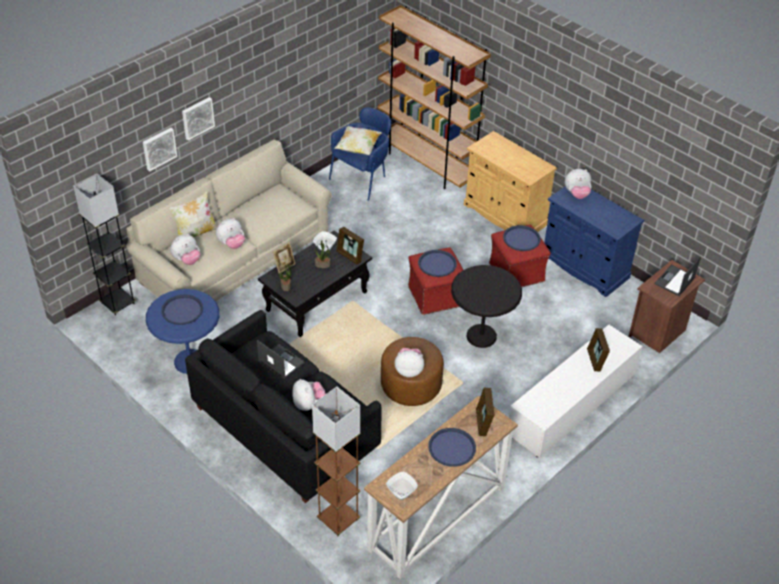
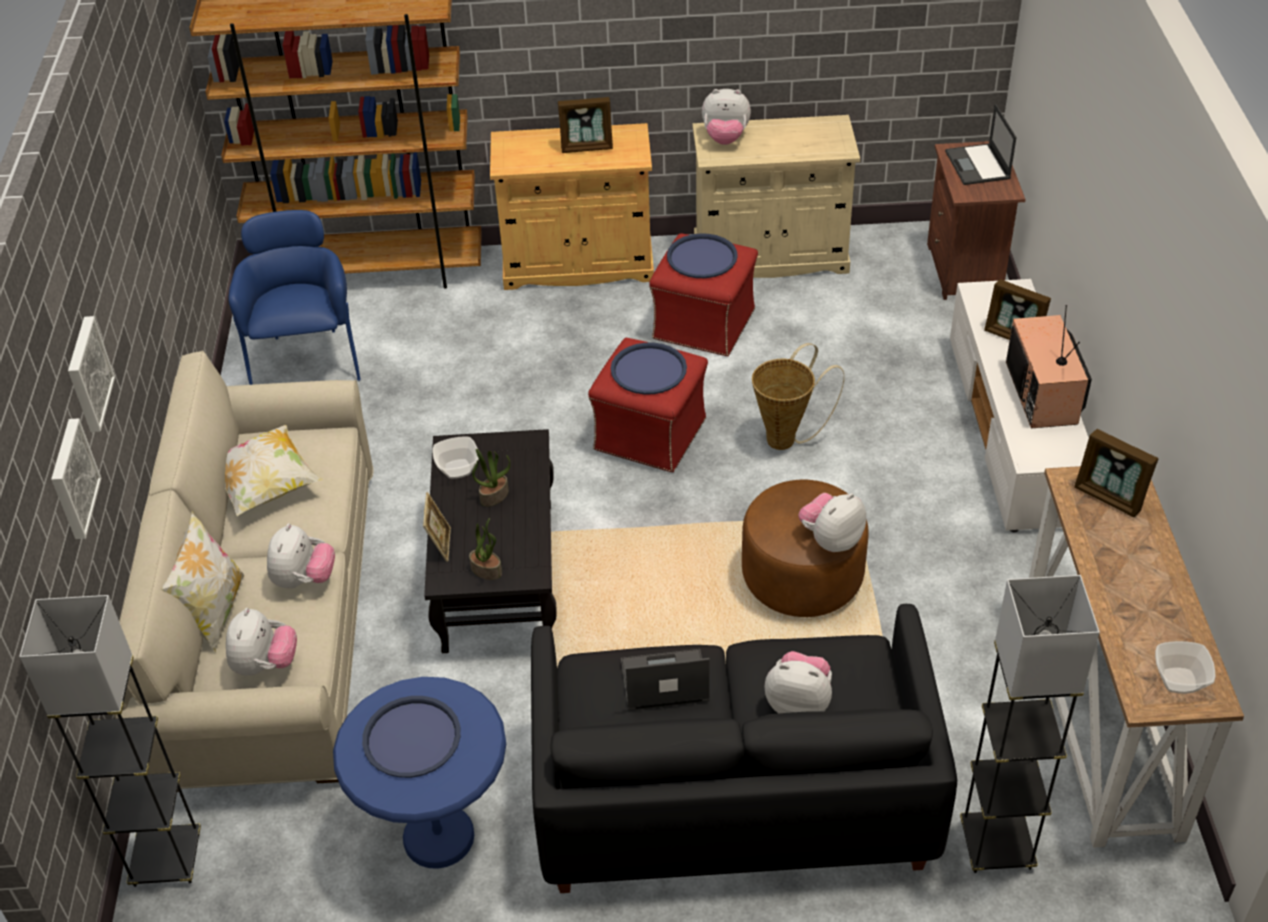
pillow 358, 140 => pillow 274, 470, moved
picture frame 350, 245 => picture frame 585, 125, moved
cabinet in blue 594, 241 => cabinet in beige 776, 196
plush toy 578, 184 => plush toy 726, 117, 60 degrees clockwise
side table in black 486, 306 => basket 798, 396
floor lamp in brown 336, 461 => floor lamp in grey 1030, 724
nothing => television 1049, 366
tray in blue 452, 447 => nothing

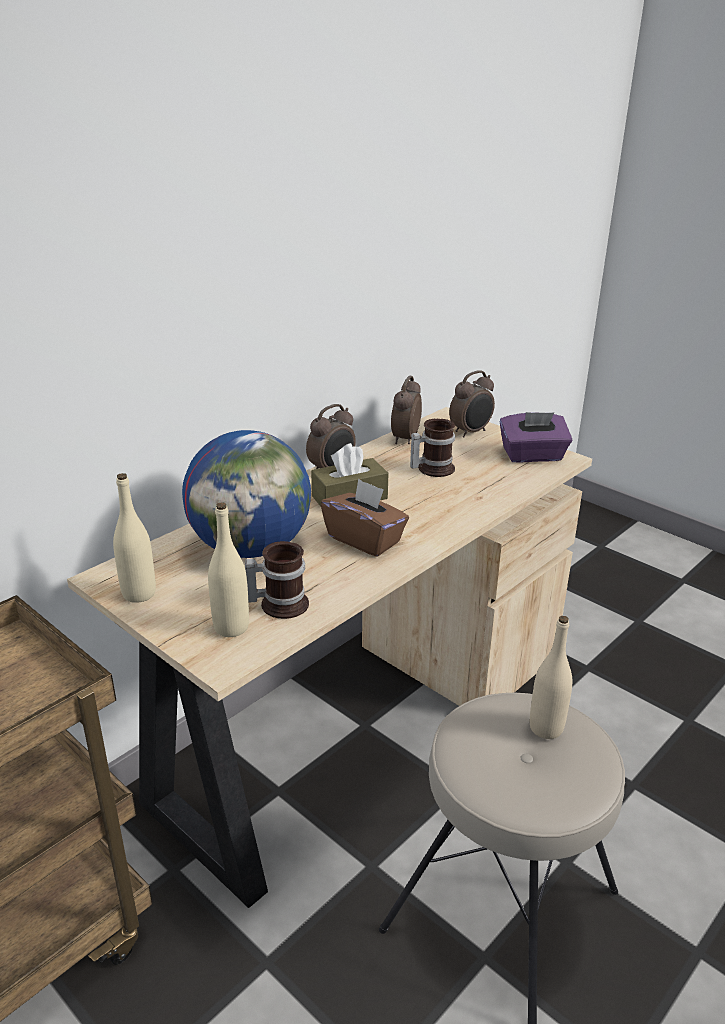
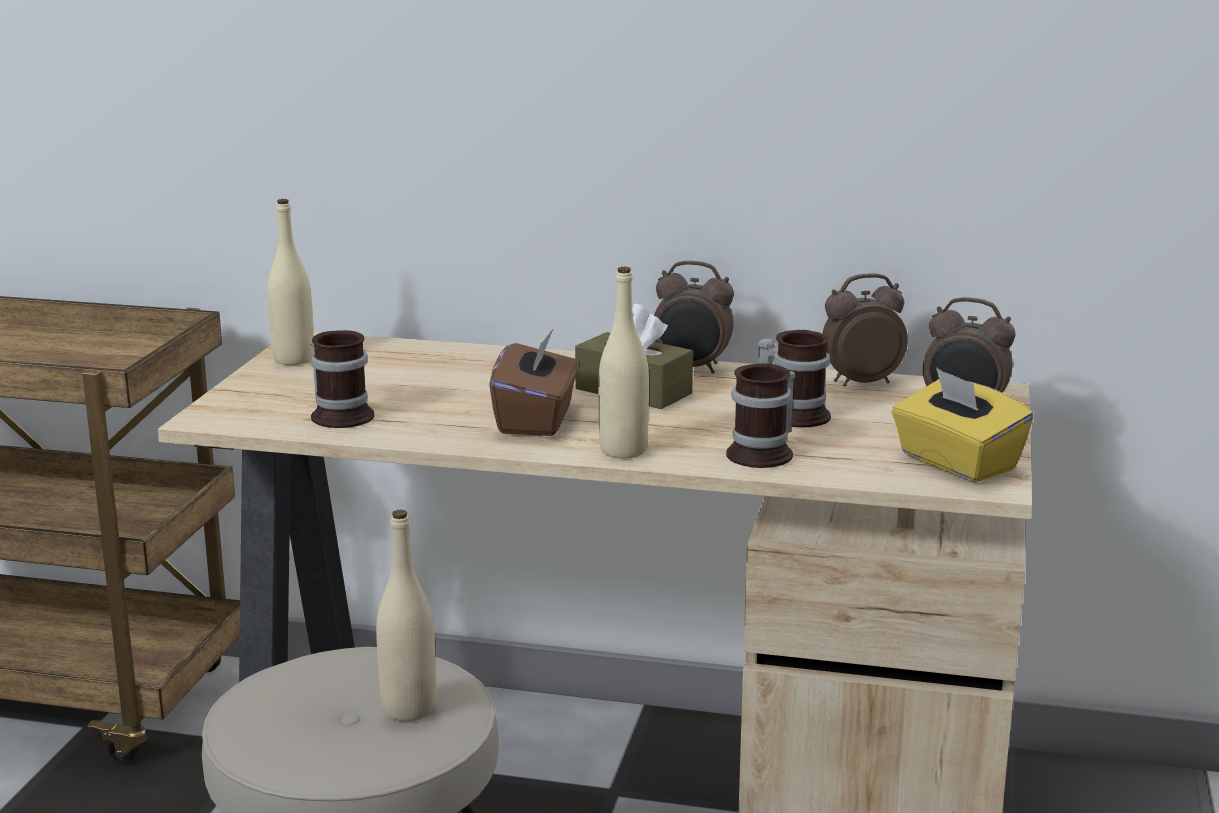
bottle in beige 228, 569 => bottle in beige 623, 363, moved
nothing => mug 760, 415
tissue box in purple 536, 437 => tissue box in yellow 962, 425
globe 246, 494 => nothing

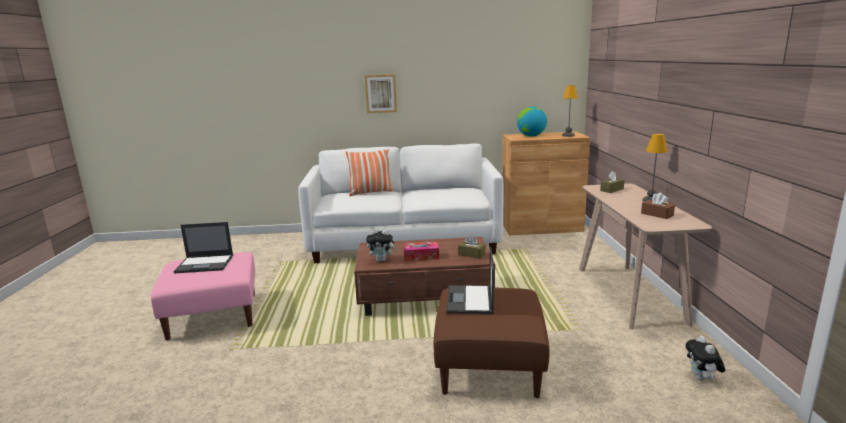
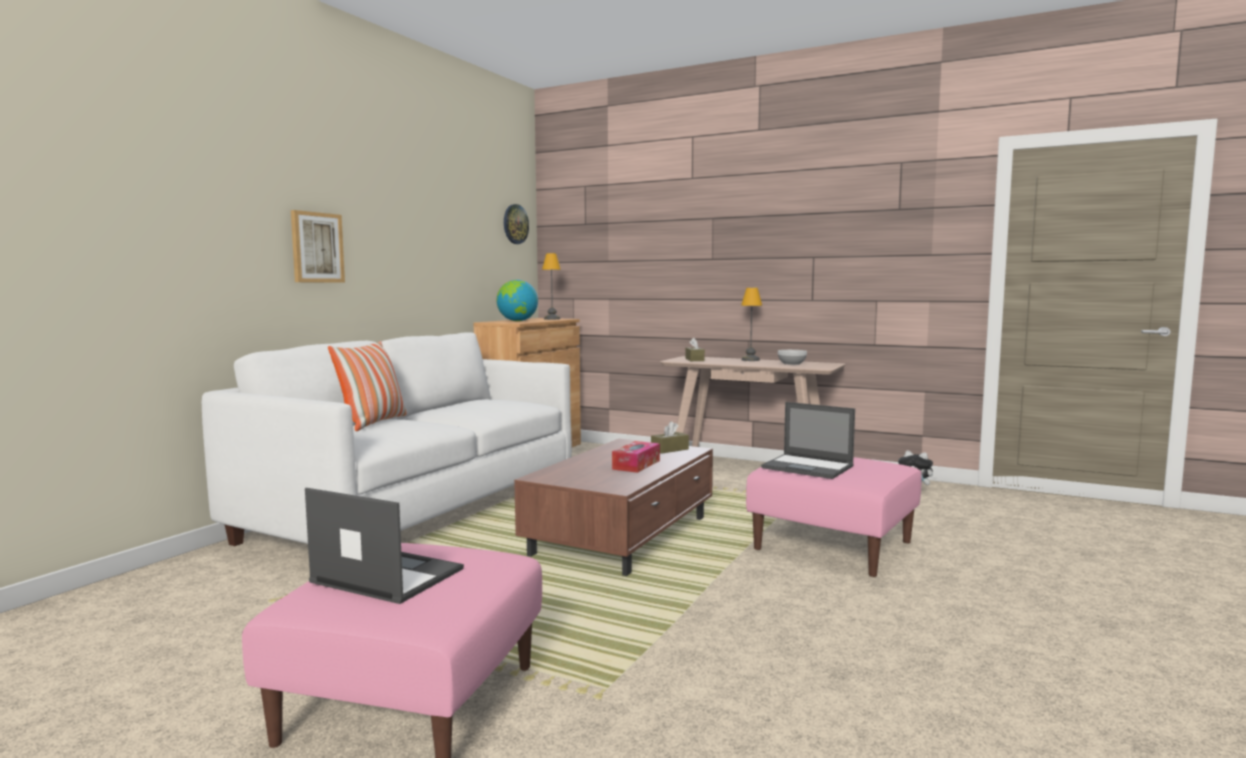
laptop 203, 247 => laptop 384, 546, 90 degrees counterclockwise
nothing => wall clock 516, 224
ottoman in brown 491, 343 => ottoman in pink 834, 517
tissue box in brown 658, 205 => bowl 792, 357
plush toy 381, 245 => nothing

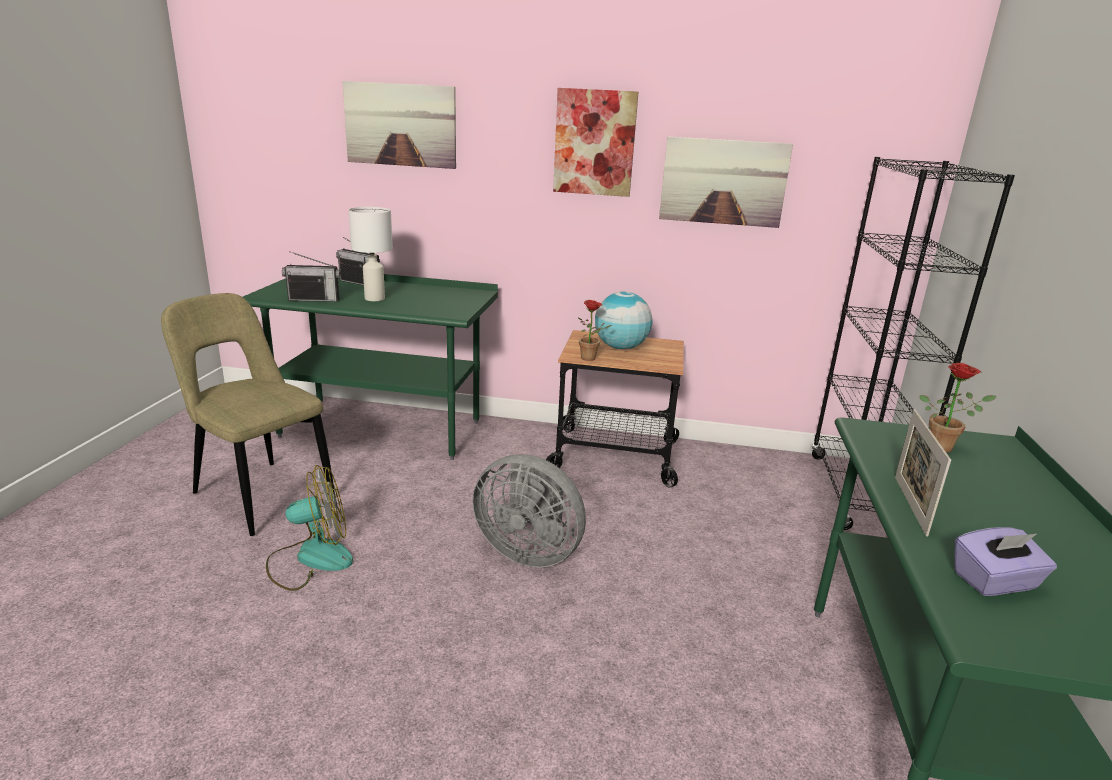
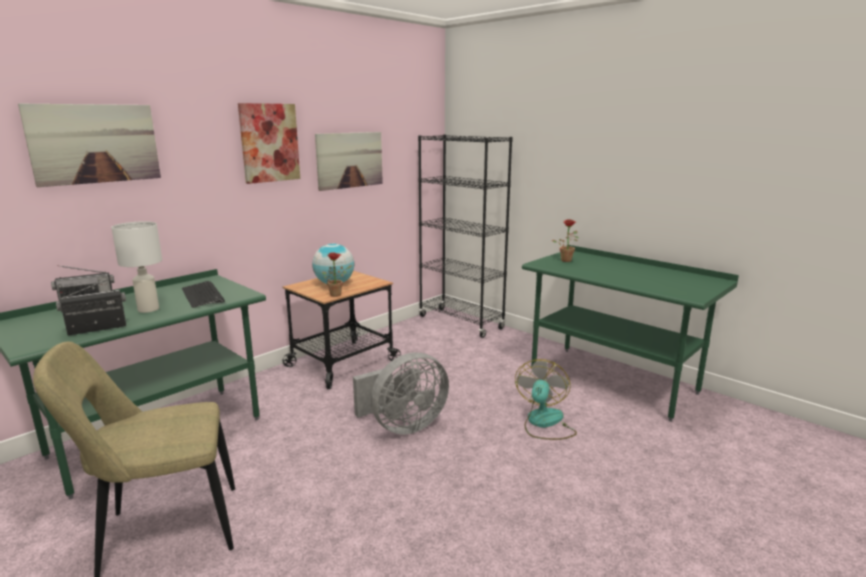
radio 311, 277 => radio 91, 306, 150 degrees counterclockwise
nothing => keyboard 203, 294
fan 309, 528 => fan 546, 399, moved
picture frame 923, 473 => nothing
tissue box in purple 1005, 561 => nothing

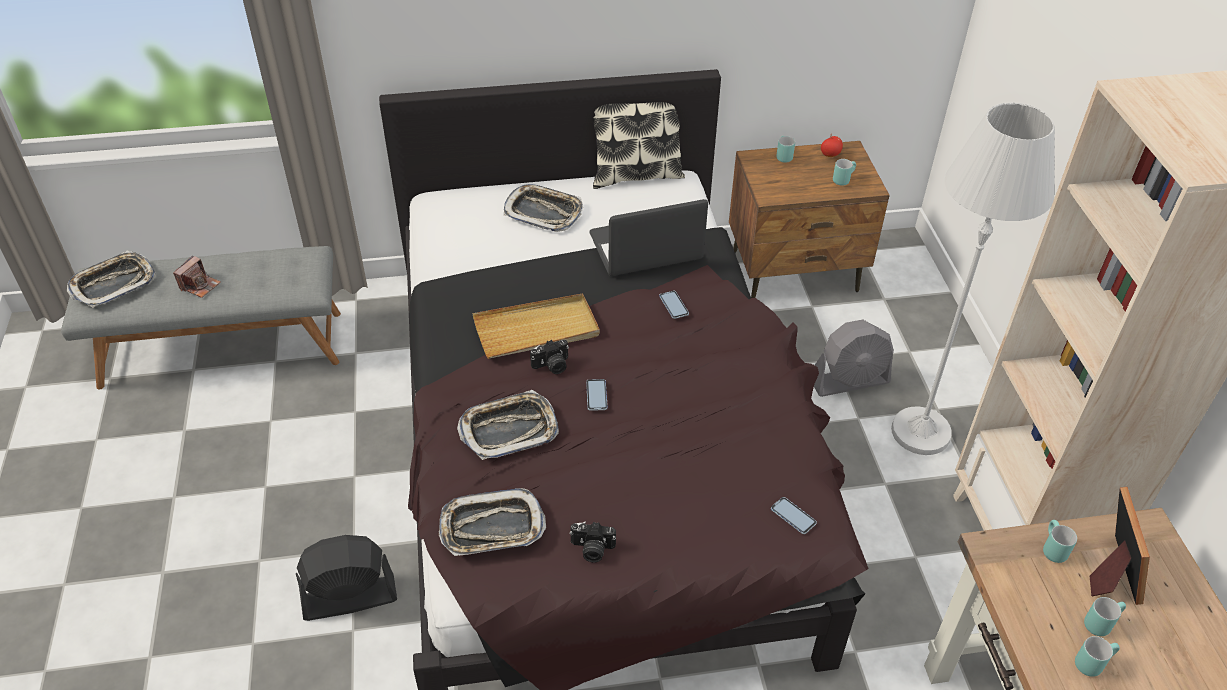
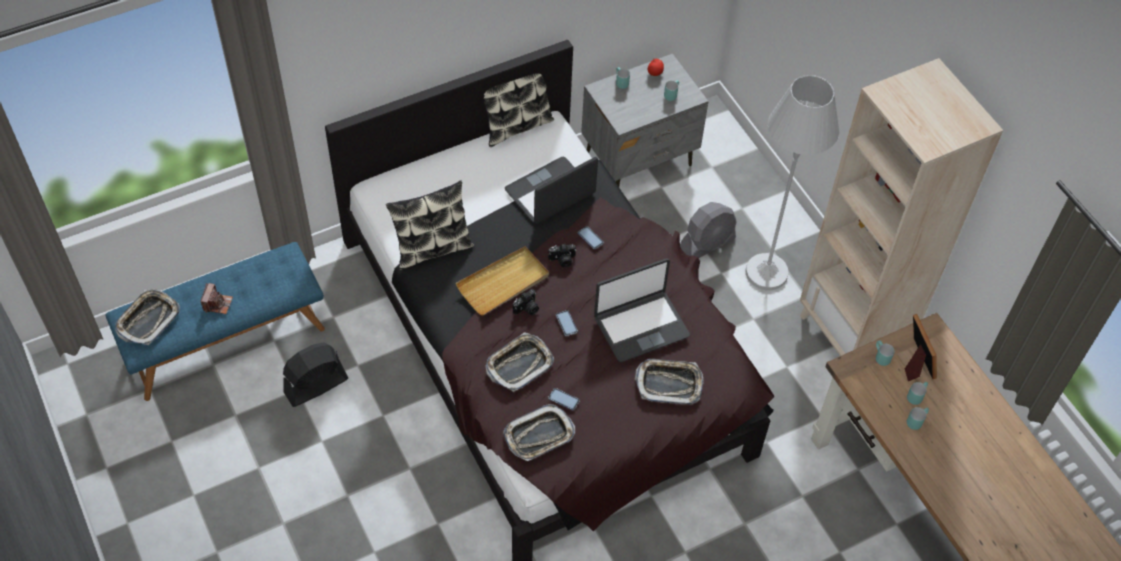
bench in grey 201, 318 => bench in blue 215, 321
fan in black 346, 578 => fan in black 315, 374, moved
nothing => pillow 430, 225
photo camera 592, 542 => photo camera 562, 256, moved
phone 794, 515 => phone 564, 399, moved
nightstand in brown 809, 219 => nightstand in grey 645, 119
nothing => laptop 642, 310
tray 543, 208 => tray 669, 382, moved

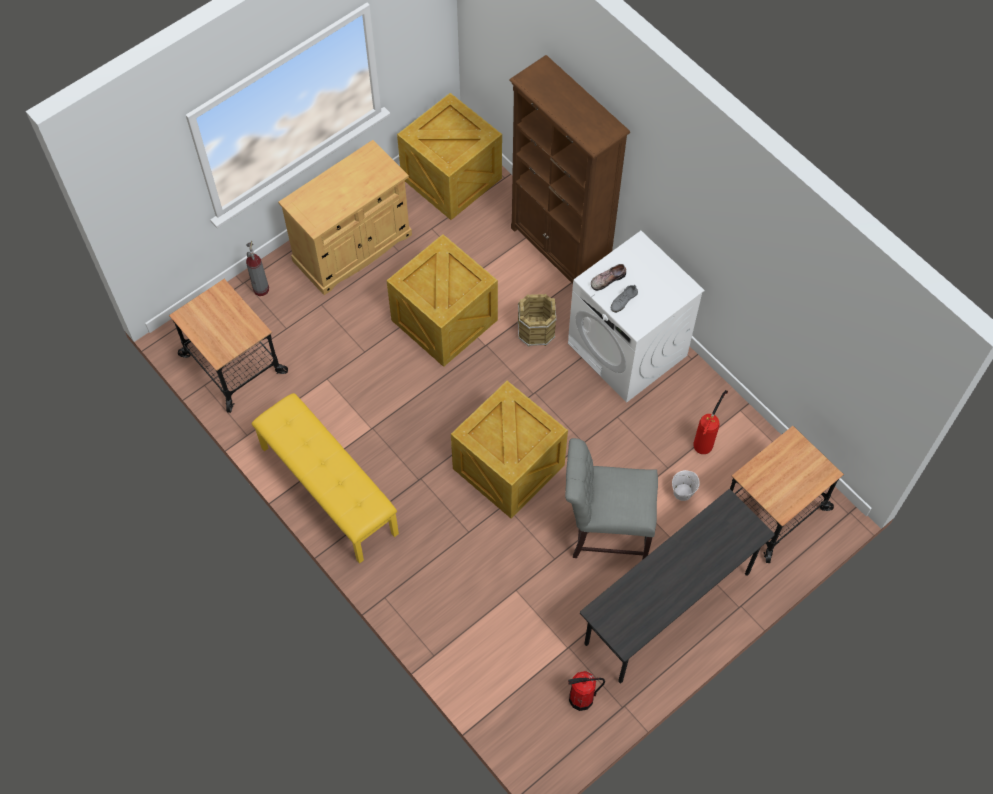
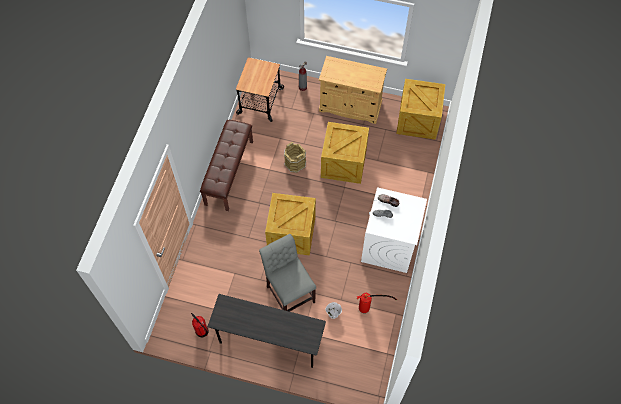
bench in yellow 325, 478 => bench in brown 226, 165
bucket in brown 536, 320 => bucket in brown 295, 157, moved
bookcase in brown 569, 169 => nothing
cart 787, 494 => nothing

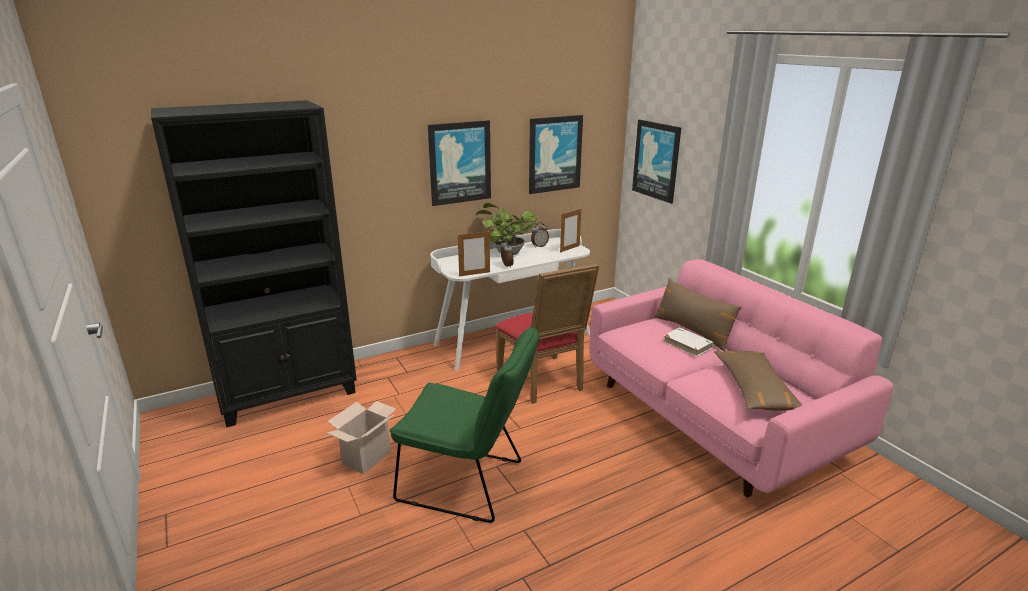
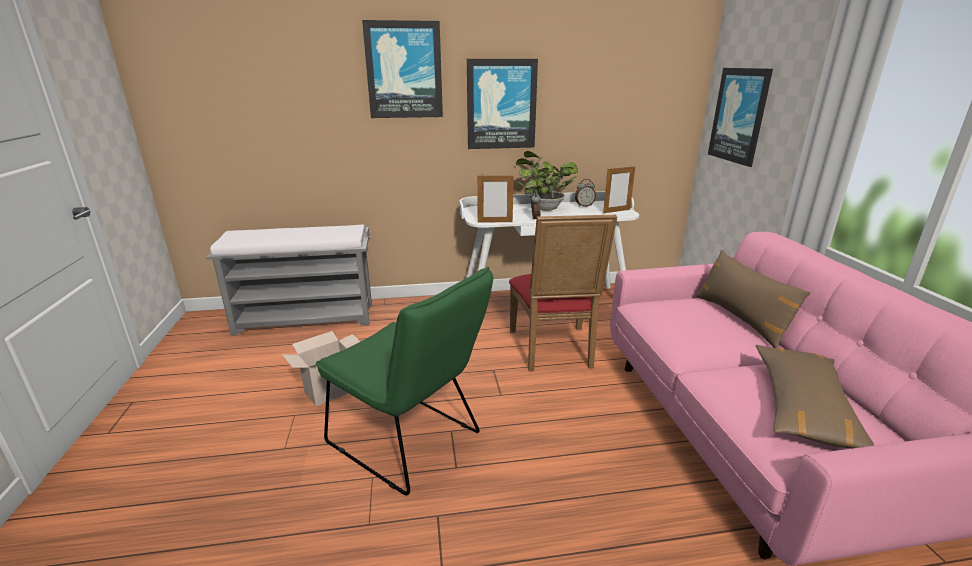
bookcase in black 254, 263 => bench in grey 289, 280
picture 556, 154 => picture 402, 69, moved
book in white 688, 342 => nothing

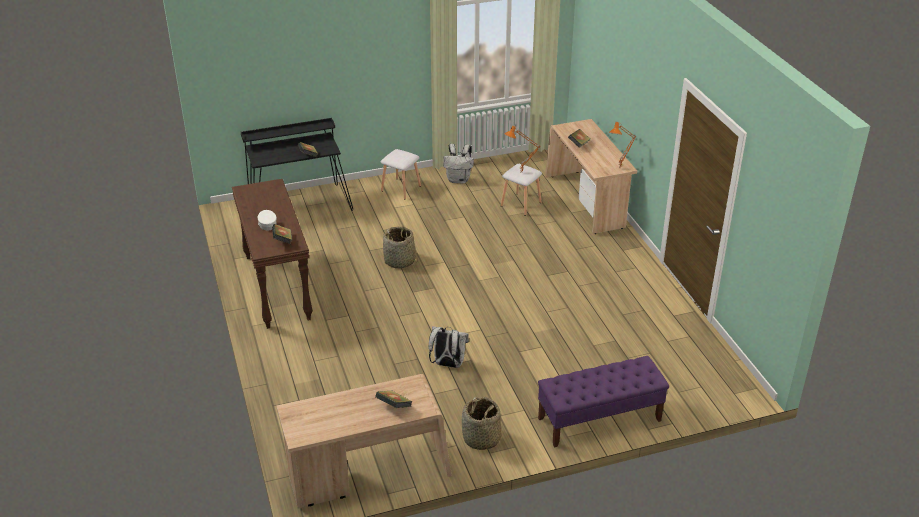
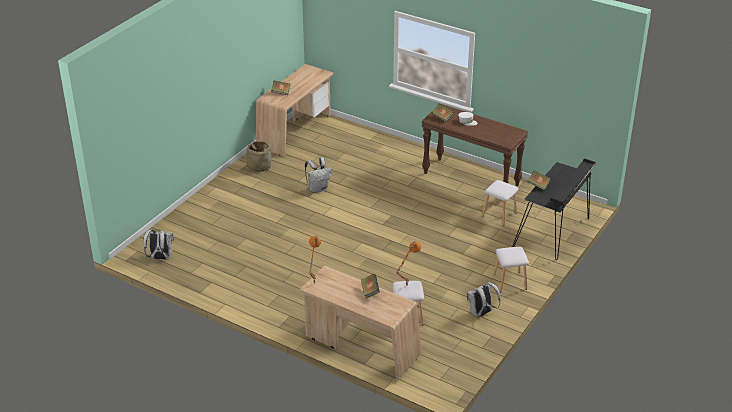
nothing => backpack in white 158, 244
nothing => stool in white 500, 202
basket 400, 248 => nothing
bench in purple 603, 402 => nothing

